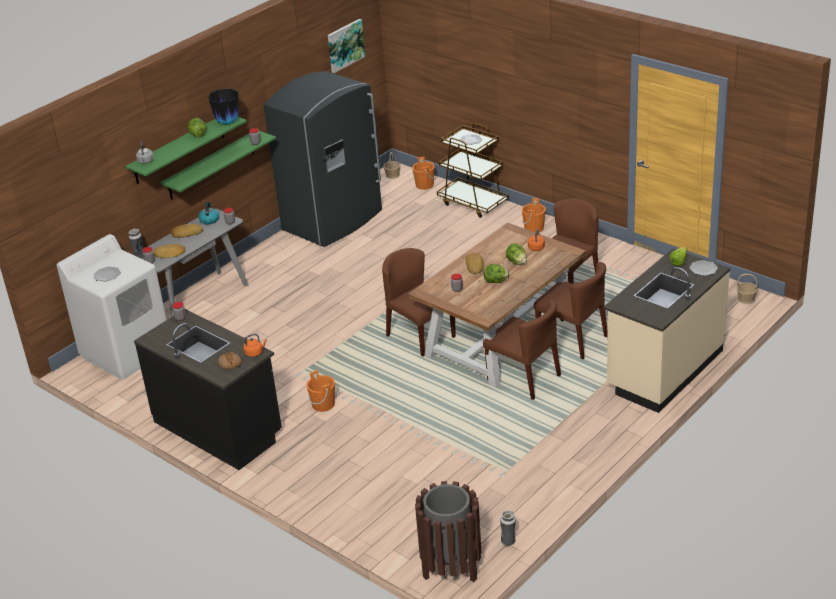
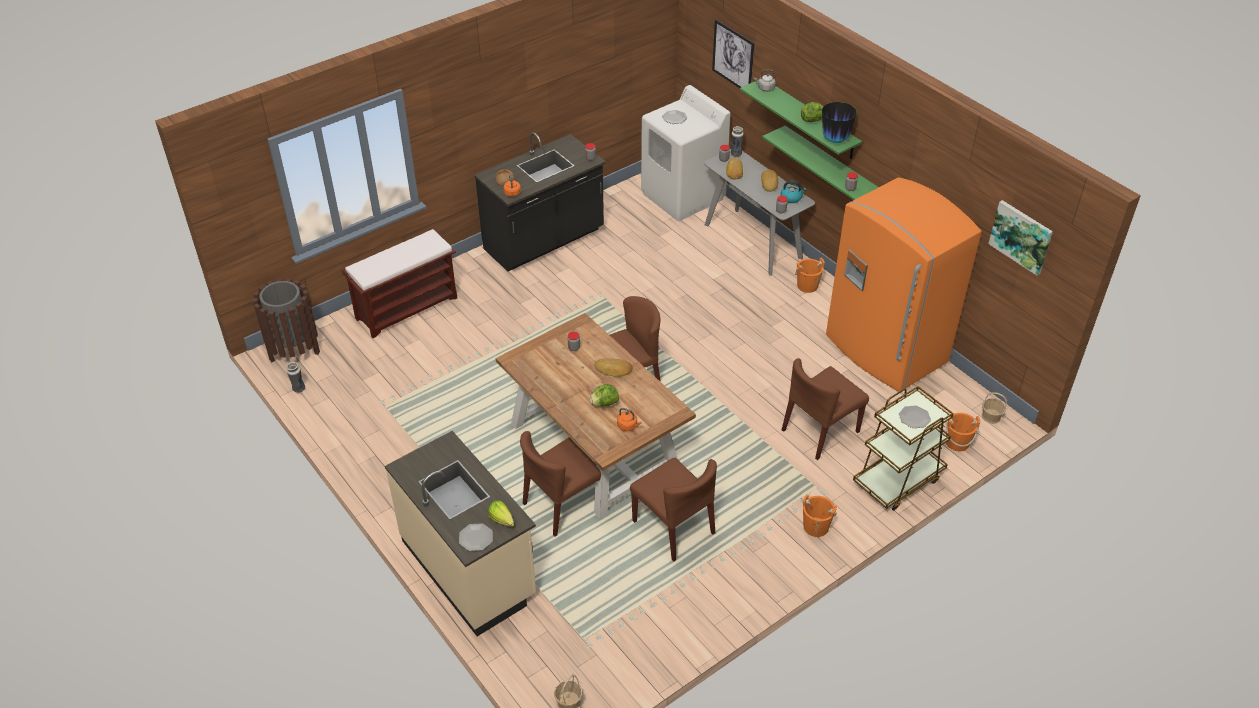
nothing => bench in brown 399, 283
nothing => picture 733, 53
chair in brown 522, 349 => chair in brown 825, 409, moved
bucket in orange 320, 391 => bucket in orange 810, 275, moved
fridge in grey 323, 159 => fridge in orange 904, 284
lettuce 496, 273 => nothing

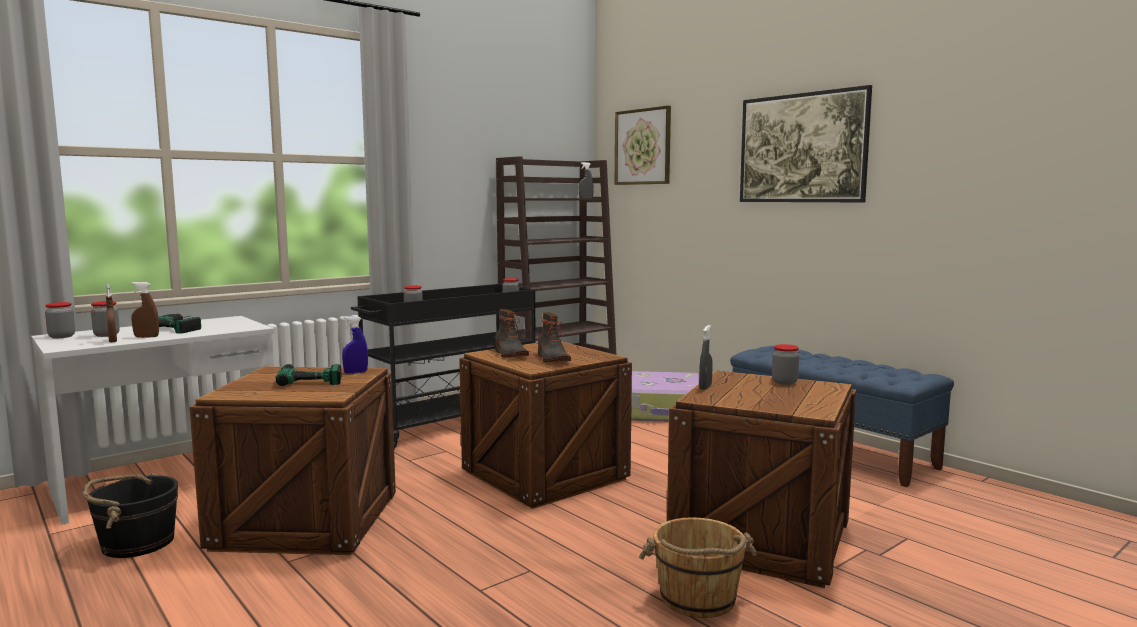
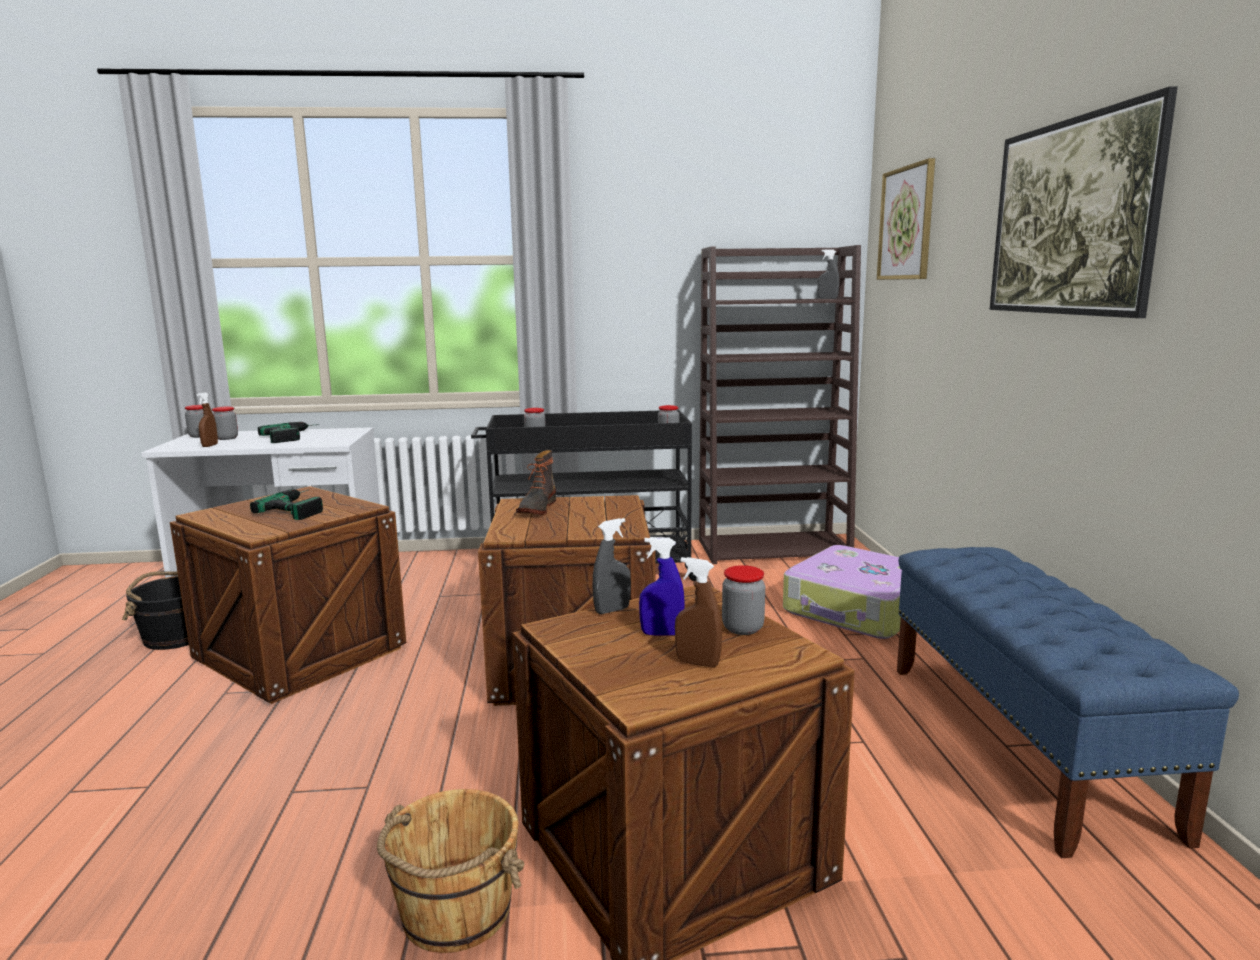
spray bottle in blue 355, 345 => spray bottle in blue 662, 586, moved
spray bottle in brown 145, 310 => spray bottle in brown 698, 612, moved
boot 554, 337 => nothing

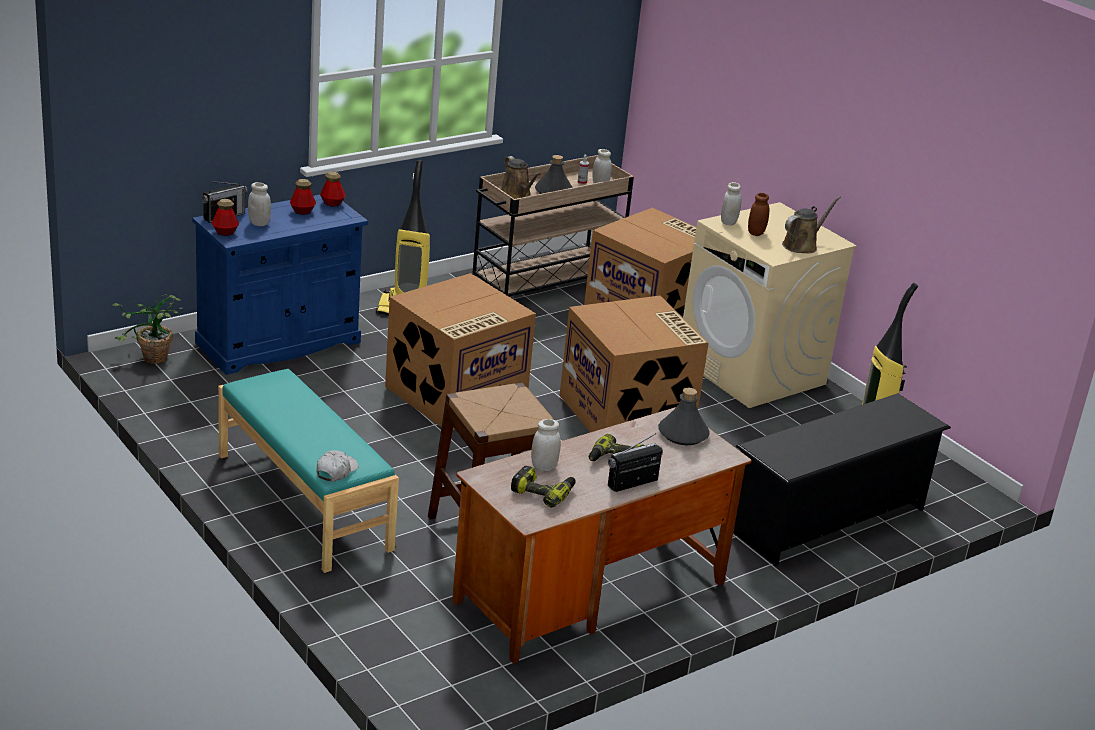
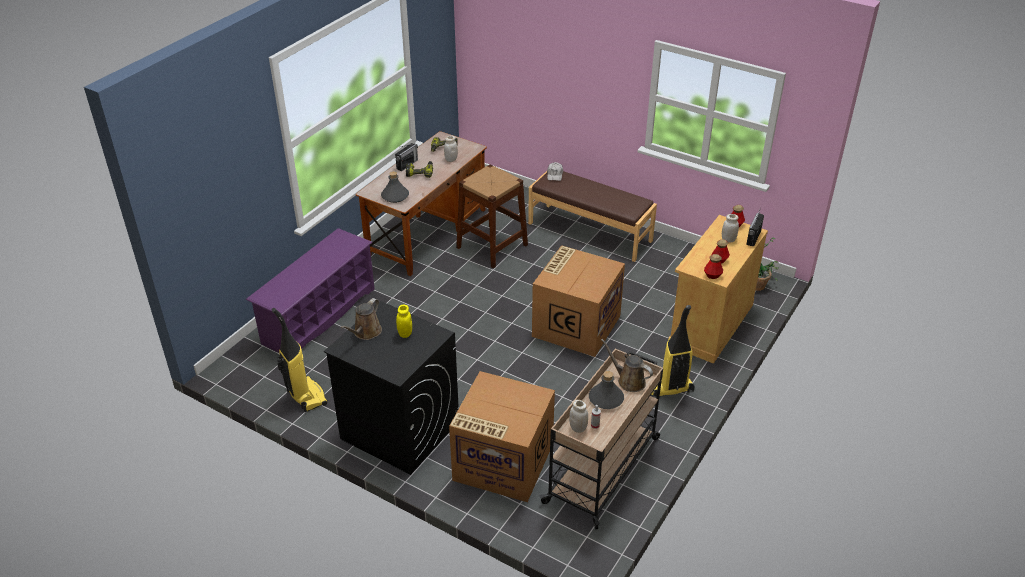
shoe rack in black 842, 479 => shoe rack in purple 310, 290
washing machine in beige 770, 305 => washing machine in black 391, 388
jar in brown 758, 214 => jar in yellow 404, 321
bench in turquoise 308, 471 => bench in brown 592, 216
cabinet in blue 280, 285 => cabinet in beige 718, 289
cardboard box 634, 364 => nothing
jar in white 731, 204 => nothing

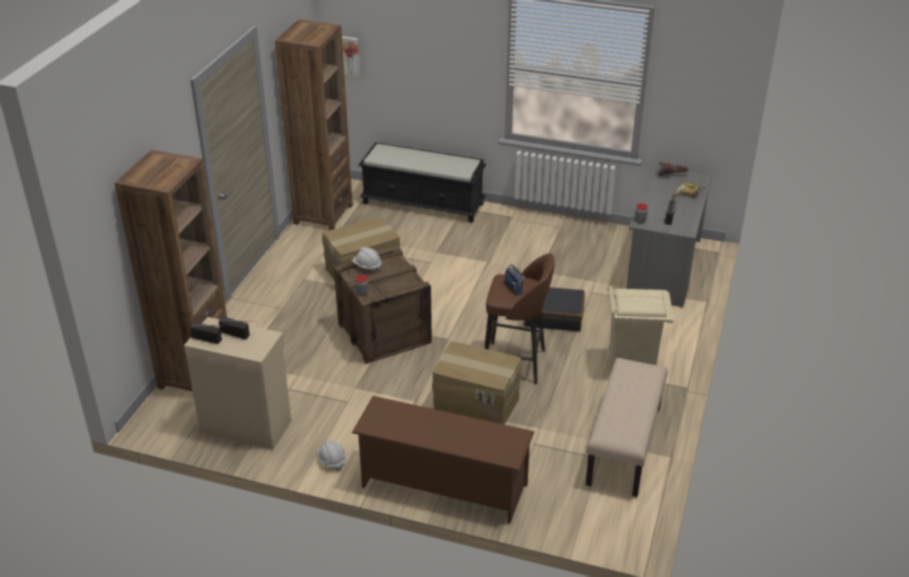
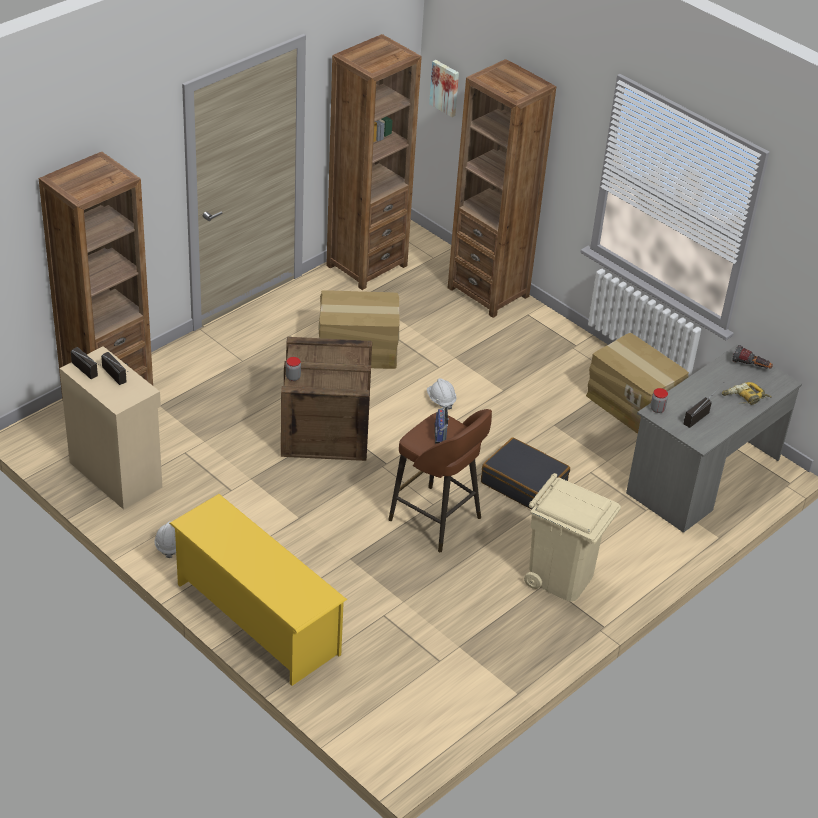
shoe rack in brown 443, 459 => shoe rack in yellow 258, 590
hard hat in white 367, 259 => hard hat in white 442, 394, moved
bench in black 422, 182 => bookcase in brown 502, 188
cardboard box 477, 383 => cardboard box 637, 383, moved
bench in beige 627, 427 => nothing

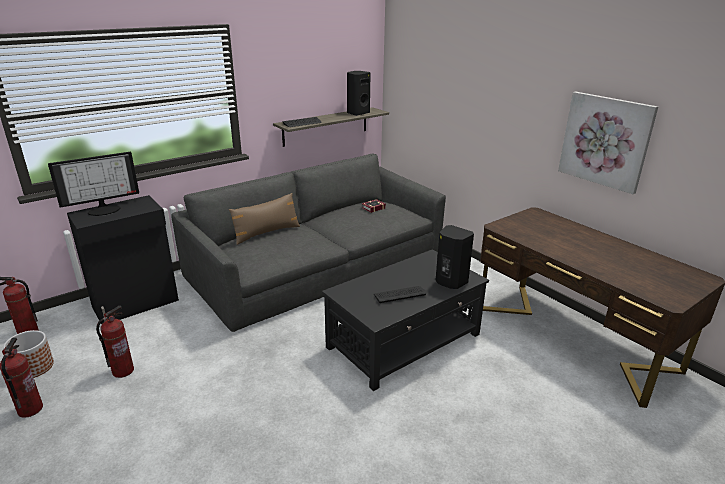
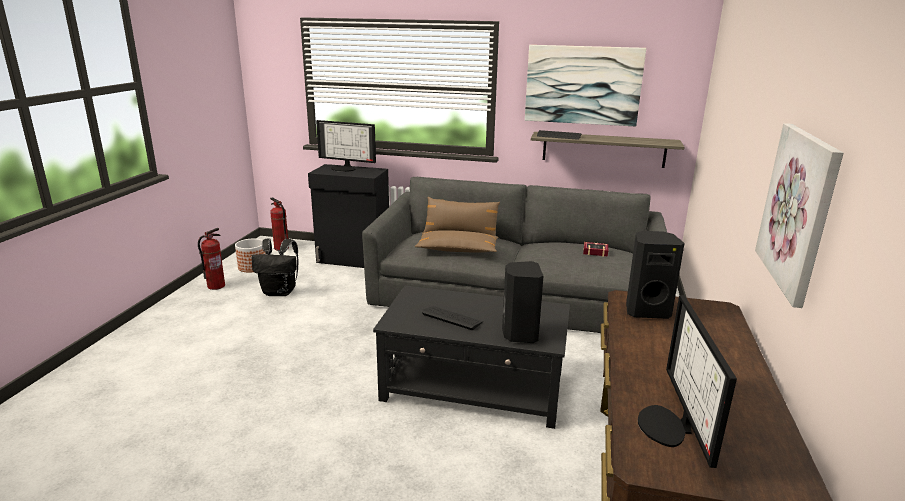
fire extinguisher 115, 341 => backpack in black 274, 267
nothing => pillow in brown 456, 241
nothing => picture 585, 86
speaker in black 359, 93 => speaker in black 655, 275, moved
nothing => monitor 687, 381

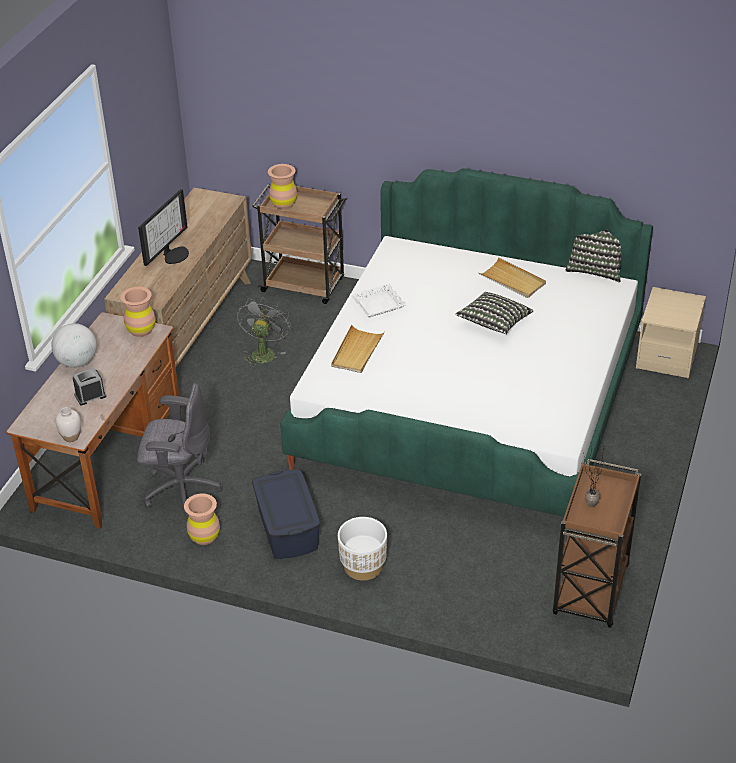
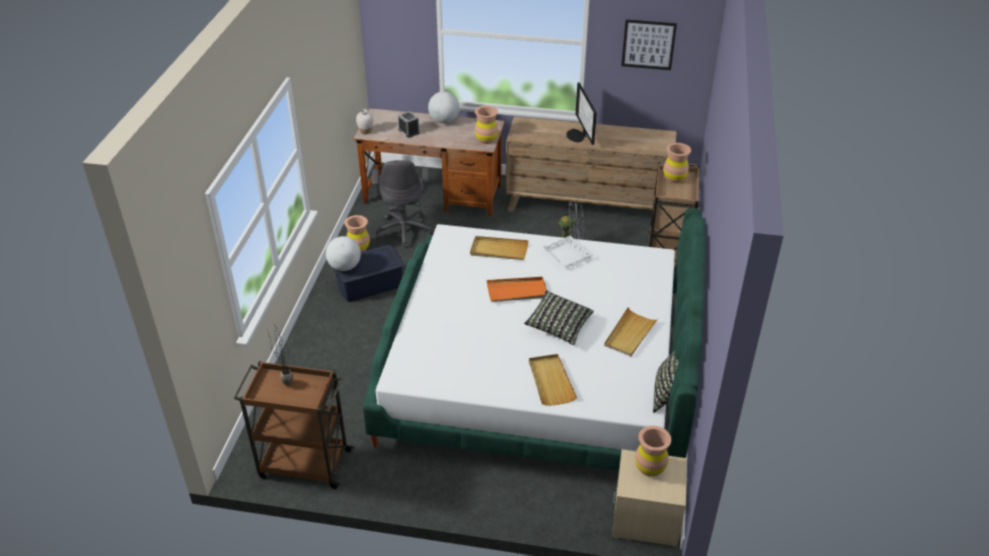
nothing => globe 343, 253
nothing => tray in orange 517, 289
nothing => tray in beige 553, 380
monitor 163, 227 => monitor 581, 113, 60 degrees clockwise
nothing => picture 649, 44
nothing => vase in brown 653, 451
planter in white 362, 549 => nothing

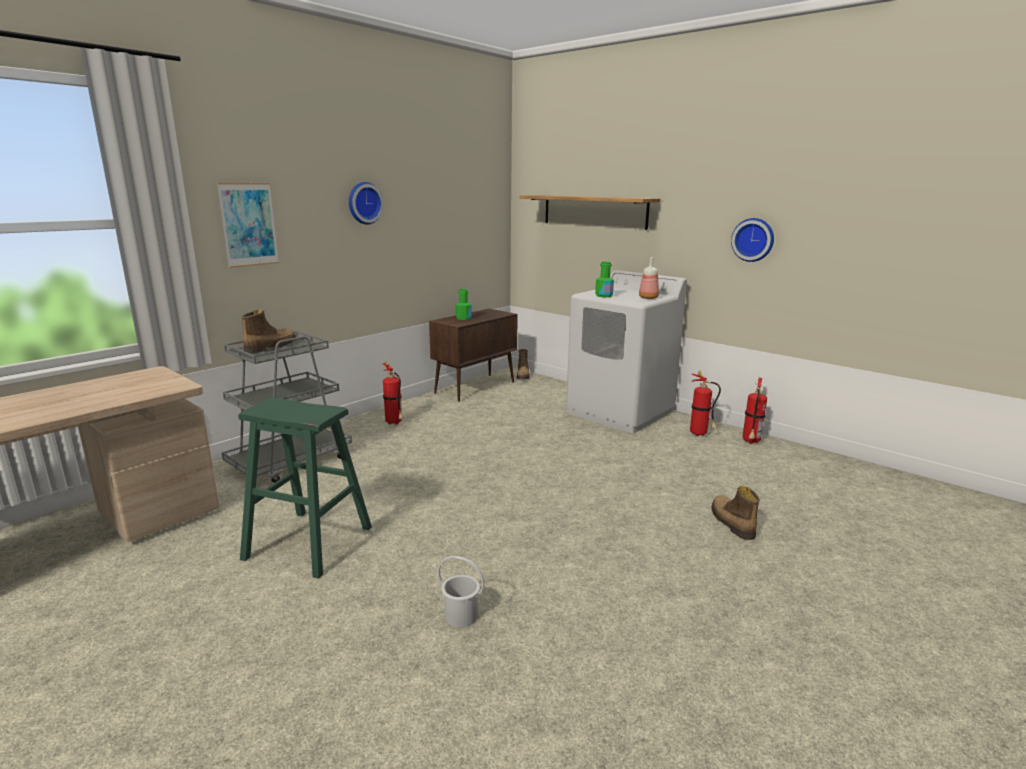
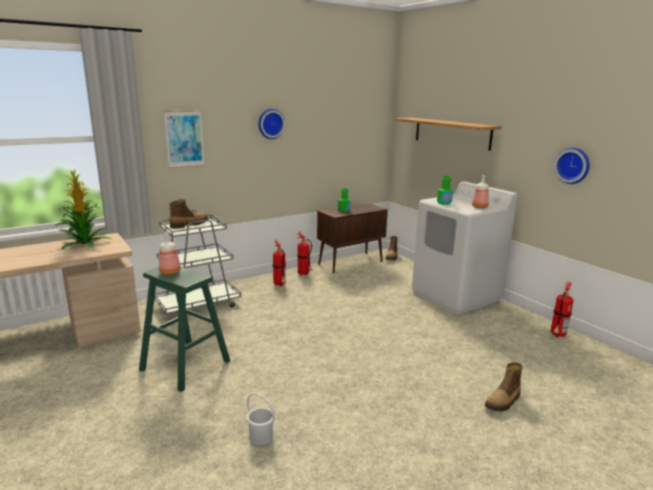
nothing => potted plant 83, 210
nothing => bottle 170, 253
fire extinguisher 705, 403 => fire extinguisher 305, 253, moved
boot 735, 513 => boot 504, 387, 135 degrees counterclockwise

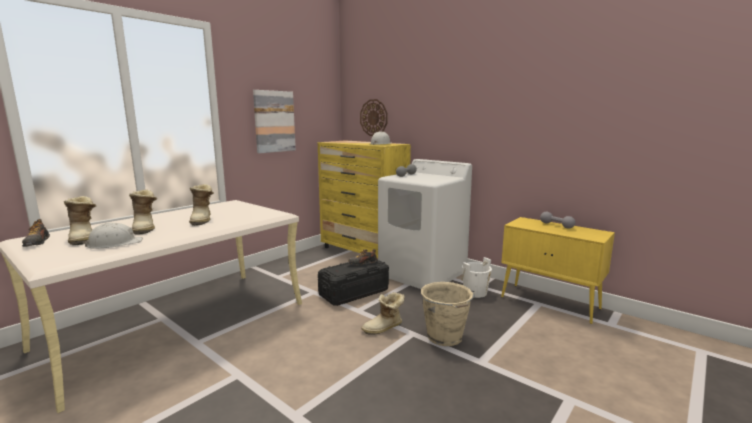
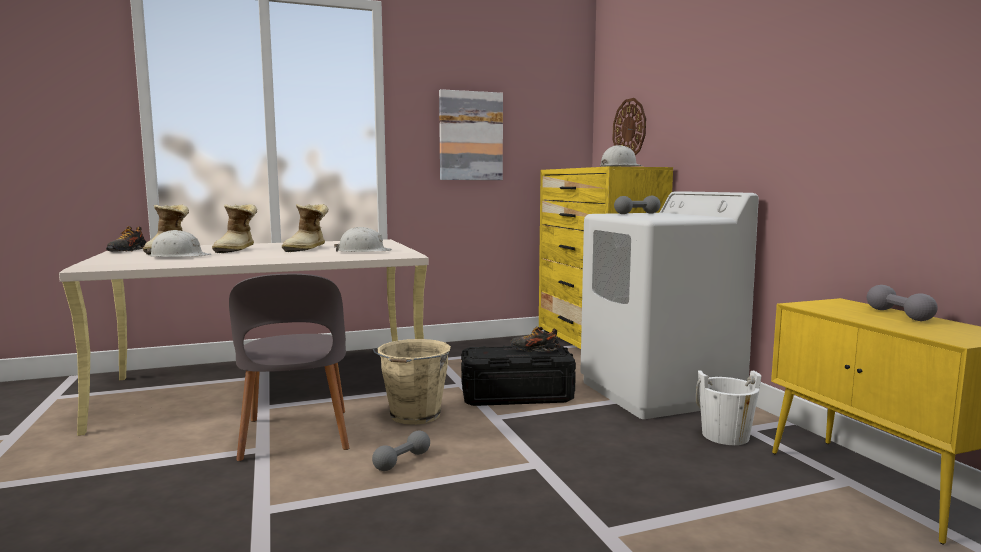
nothing => chair in grey 289, 367
nothing => hard hat in white 363, 239
nothing => dumbbell in grey 401, 451
bucket in beige 448, 314 => bucket in beige 412, 382, moved
boot 383, 313 => nothing

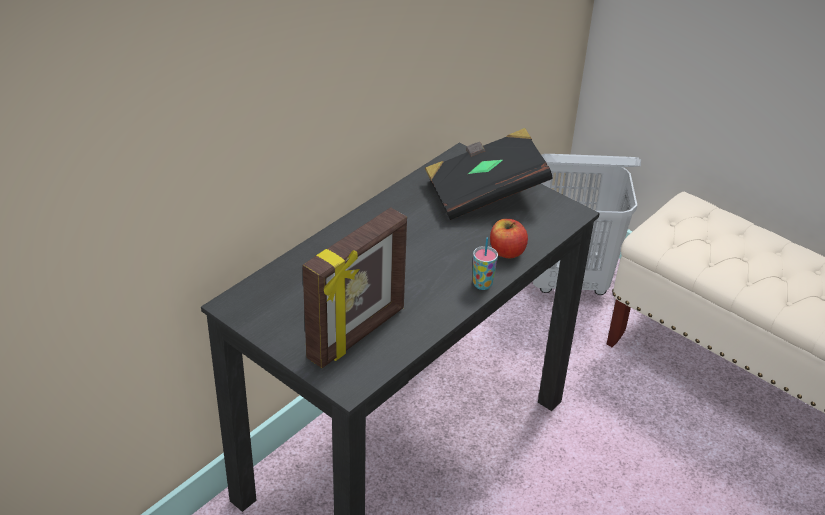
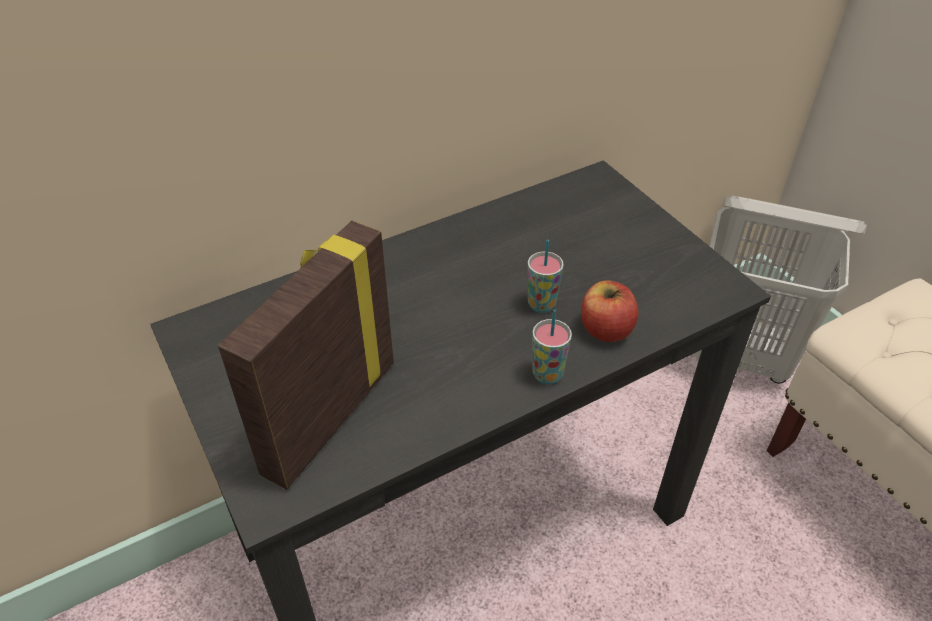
picture frame 354, 287 => picture frame 306, 355, 150 degrees clockwise
nothing => cup 546, 276
book in black 489, 174 => nothing

